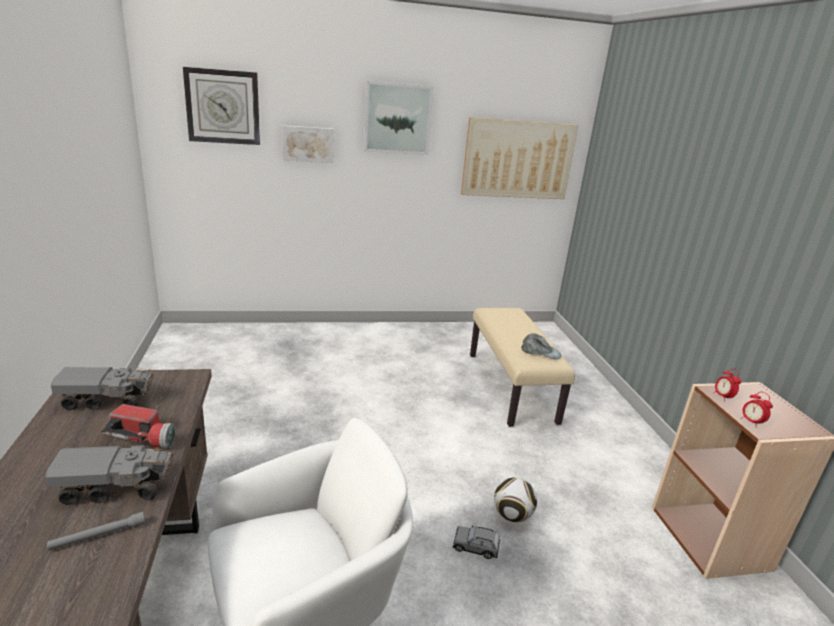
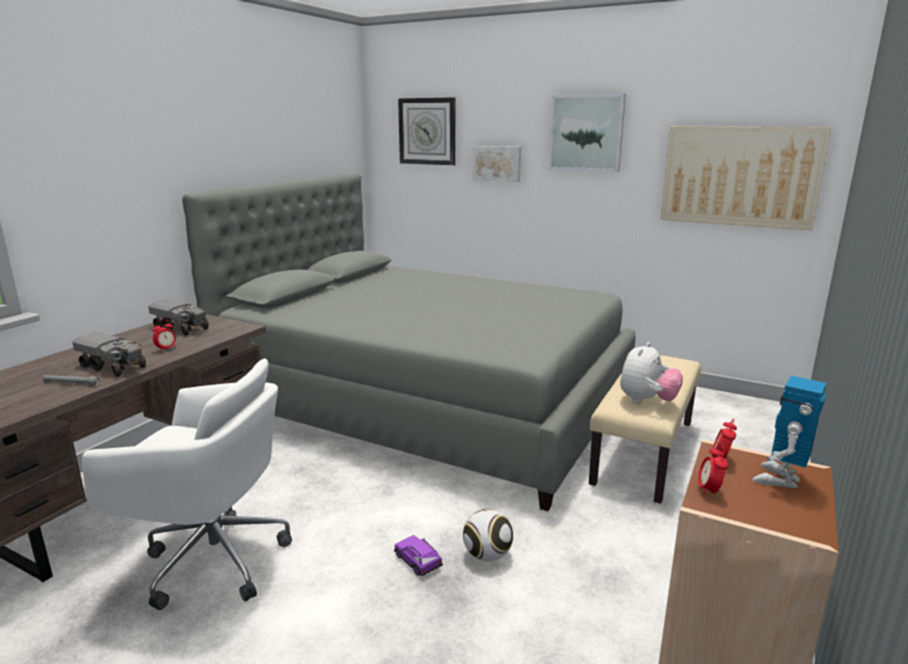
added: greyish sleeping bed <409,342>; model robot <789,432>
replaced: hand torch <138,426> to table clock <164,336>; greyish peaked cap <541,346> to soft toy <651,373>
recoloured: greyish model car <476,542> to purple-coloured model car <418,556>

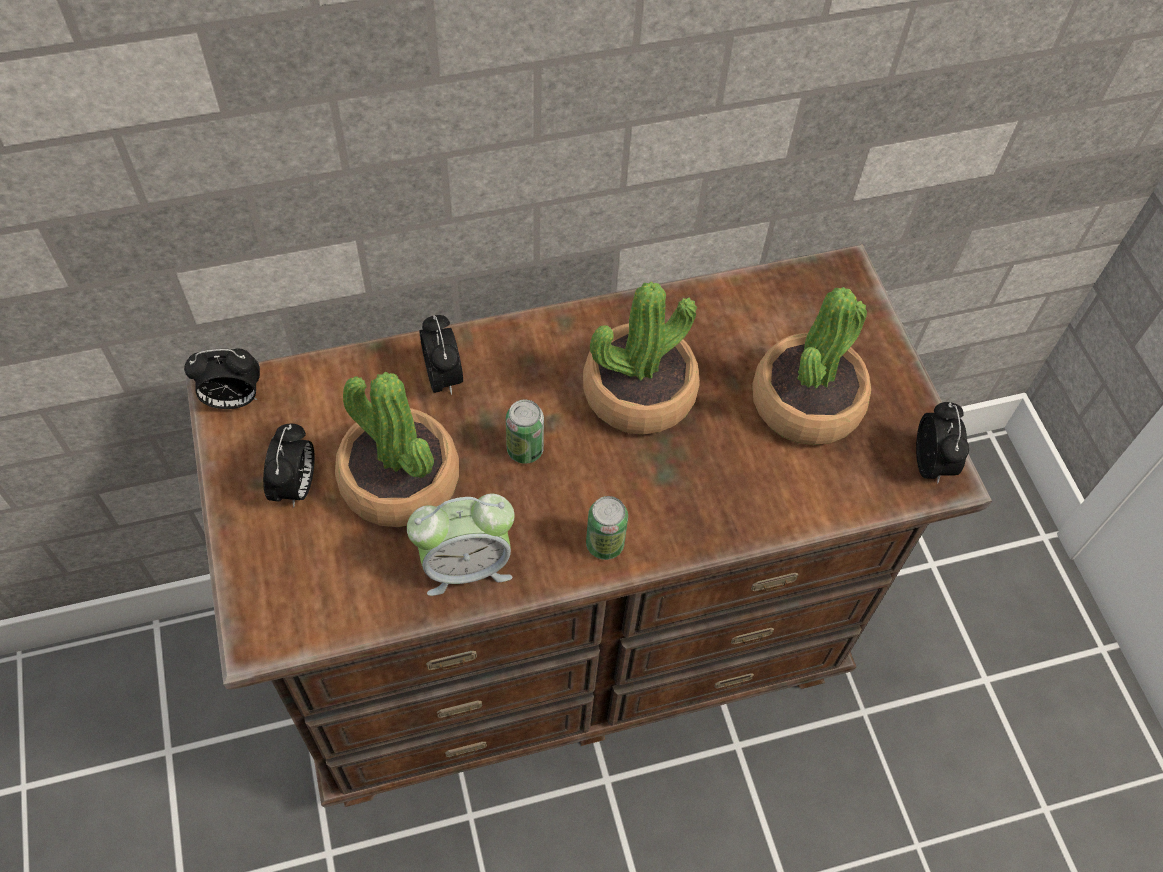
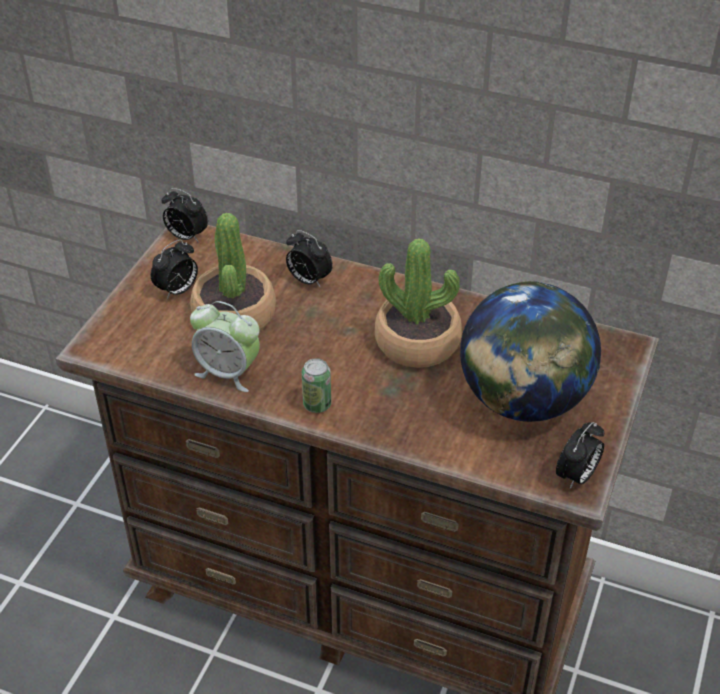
removed: metal can <525,431>
replaced: potted plant <811,366> to world globe <530,351>
turned: table clock <441,355> = <309,259> 105 degrees clockwise

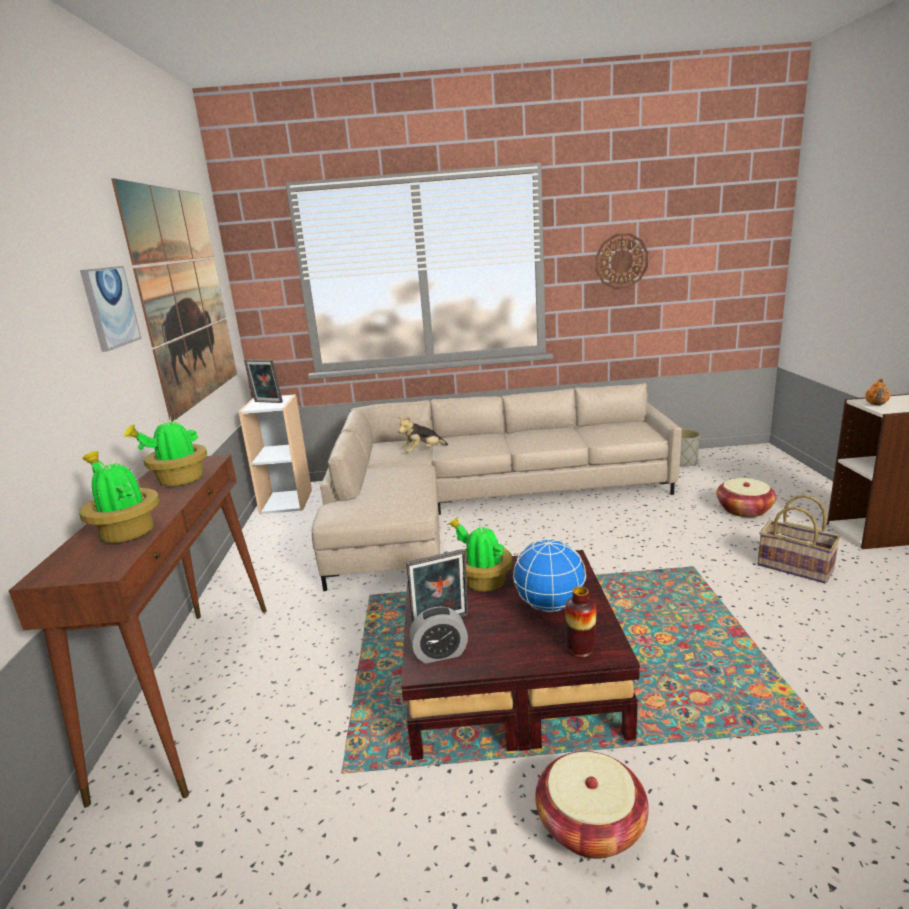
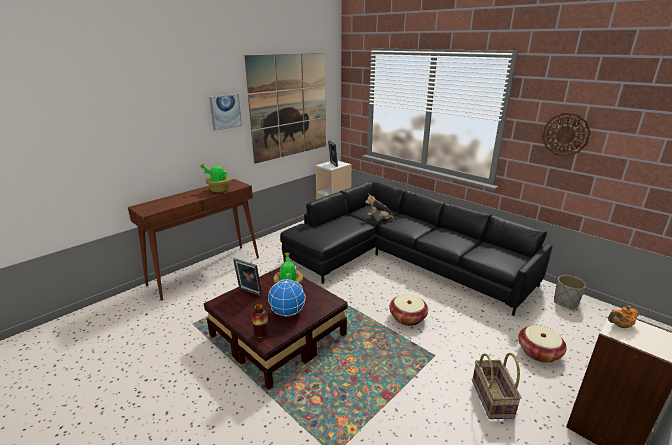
removed: potted plant <119,497>; table clock <439,634>
moved: household basket <592,805> to <408,310>
recoloured: beige-coloured sofa <497,487> to blackish sofa <416,248>

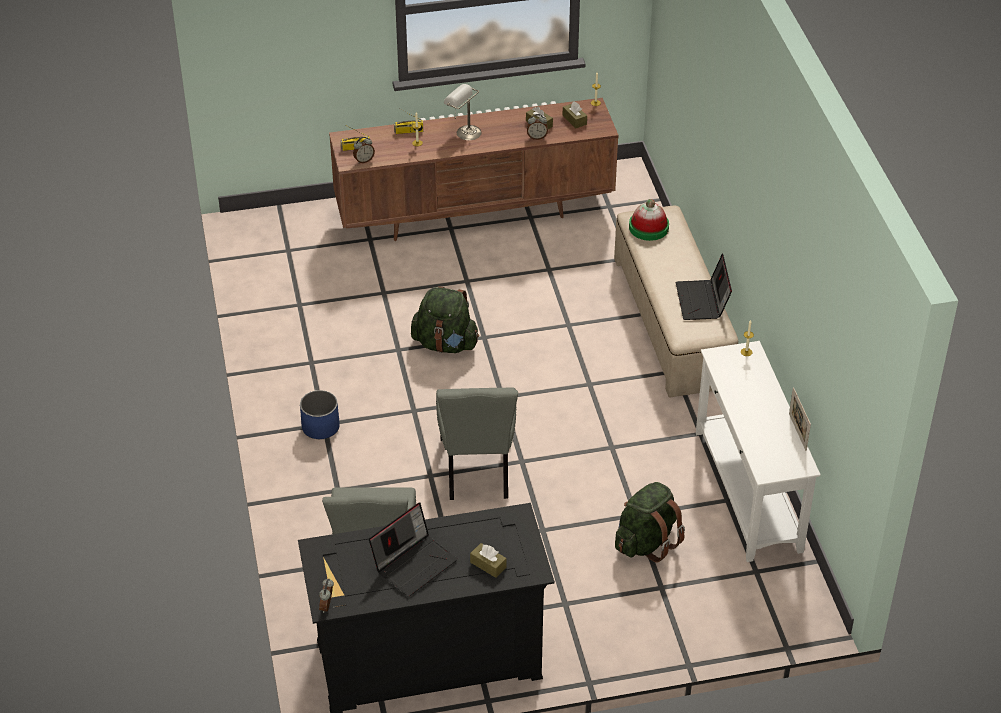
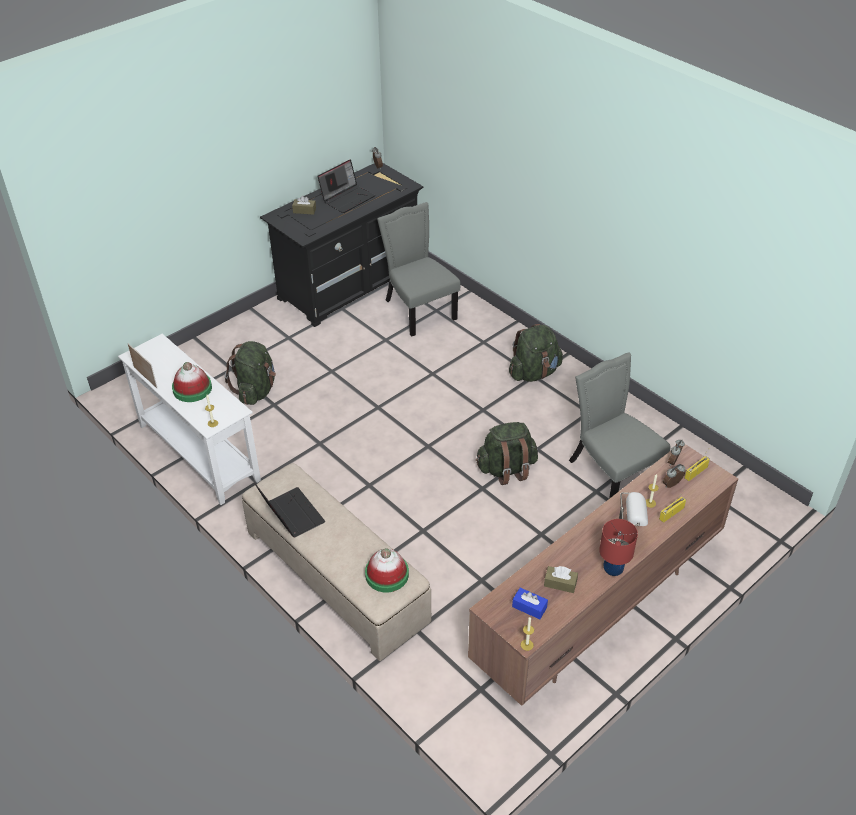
added: hat <192,382>; red-coloured lamp for a table <618,547>
moved: greyish plain chair <477,443> to <620,425>; table clock <537,127> to <674,476>
replaced: blue plant pot <320,414> to green knapsack <536,353>
recoloured: brown-coloured box of tissues <575,114> to blue box of tissues <530,603>
turned: notebook computer <413,549> = <346,186> 150 degrees counterclockwise

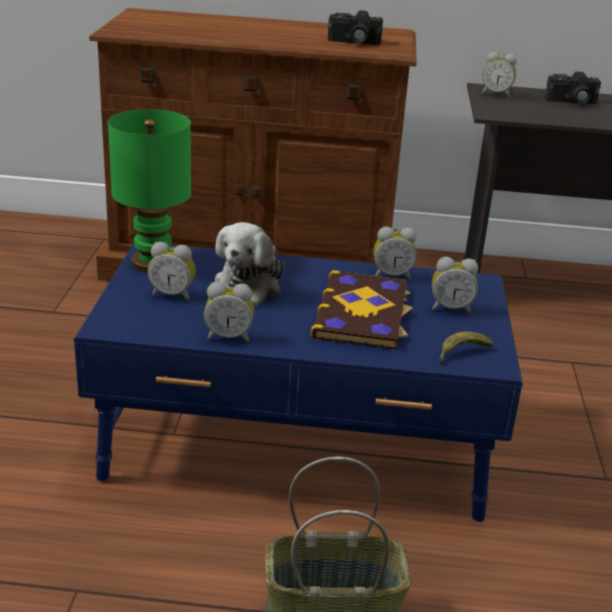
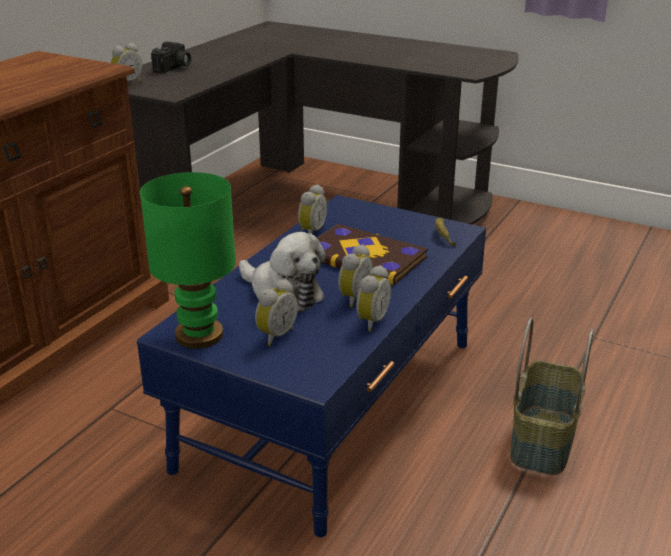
removed: photo camera <355,27>
moved: table clock <455,285> to <355,275>

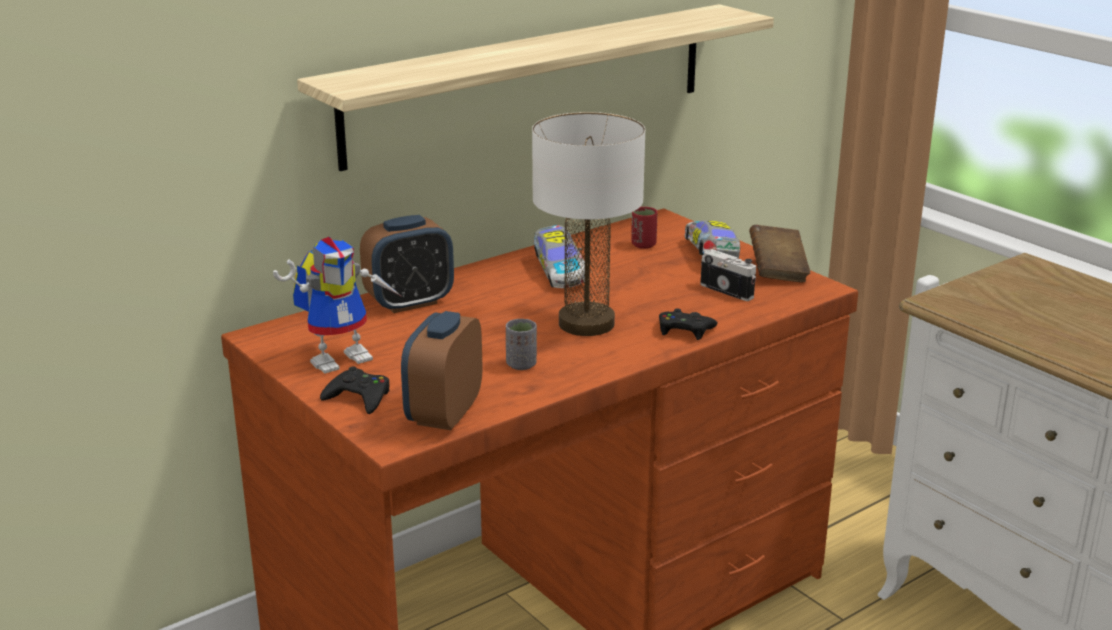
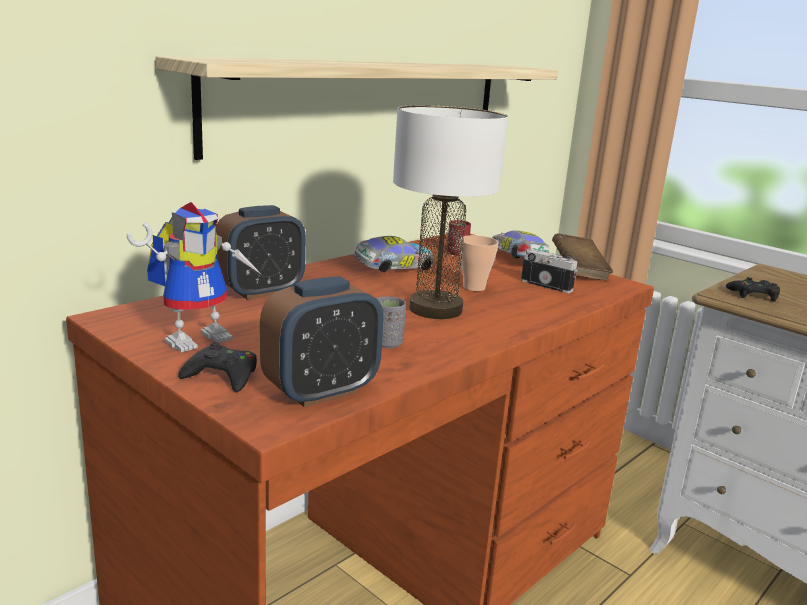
added: cup <479,263>
moved: blackish gamepad <688,324> to <753,289>
turned: table clock <441,370> = <321,341> 135 degrees counterclockwise; model car <559,256> = <394,254> 105 degrees counterclockwise

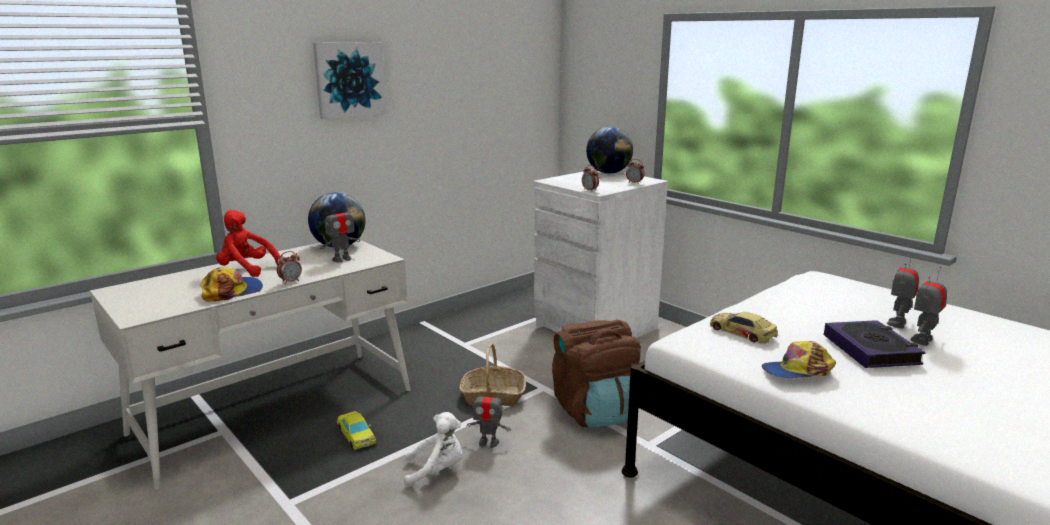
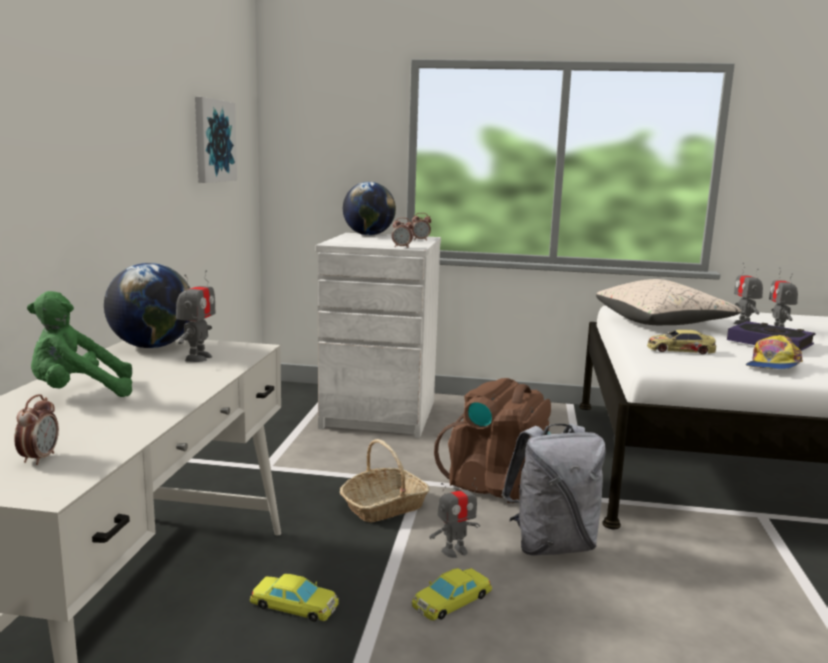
removed: peaked cap <231,284>
added: greyish knapsack <553,489>; beige-coloured throw pillow <668,302>
moved: table clock <289,267> to <36,429>; wall picture <350,80> to <216,140>
replaced: whitish soft toy <433,449> to yellow model car <452,594>
recoloured: red-coloured soft toy <248,243> to green soft toy <79,344>

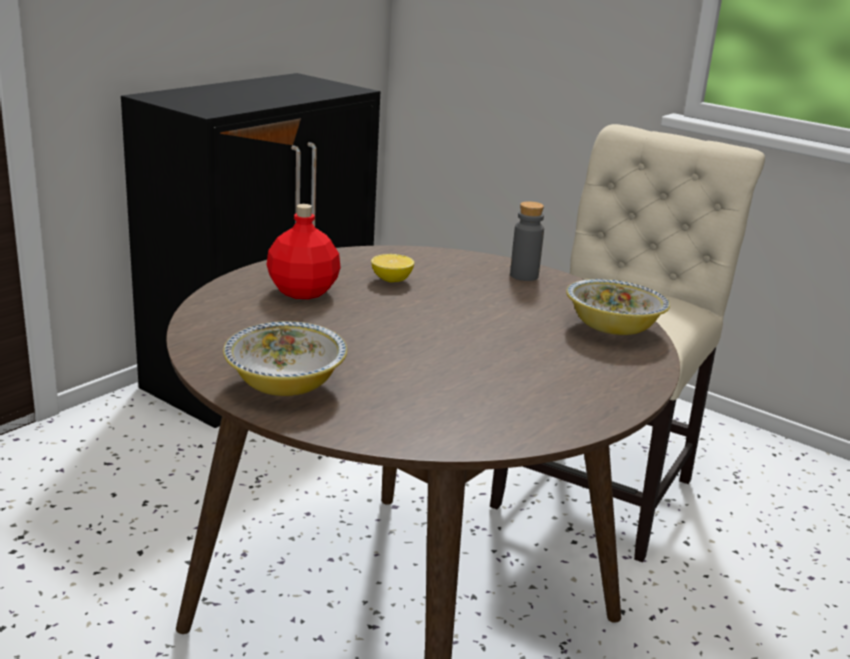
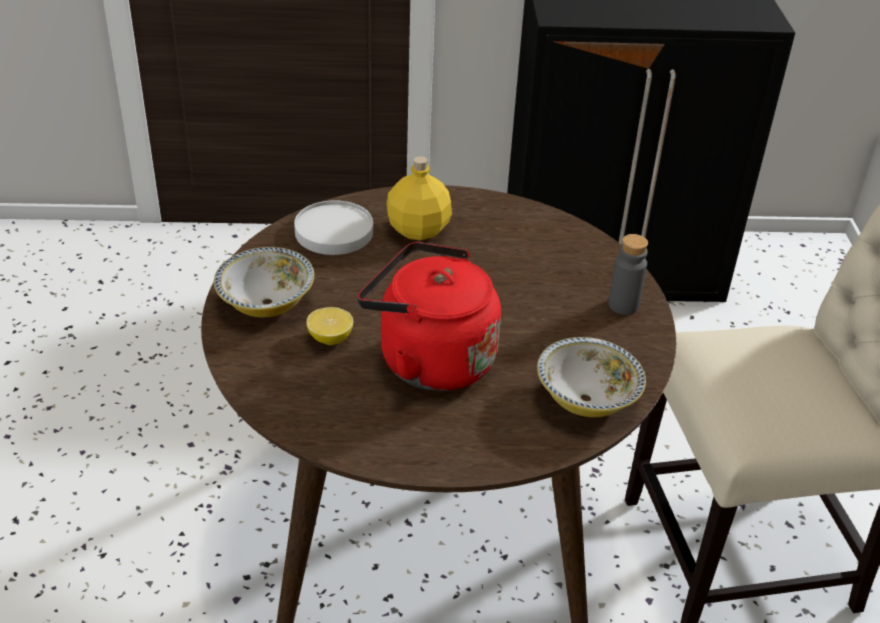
added: whitish dinner plate <333,227>; red-coloured kettle <429,316>
moved: citrus fruit <392,268> to <329,326>
recoloured: red-coloured bottle <304,251> to yellow bottle <419,198>

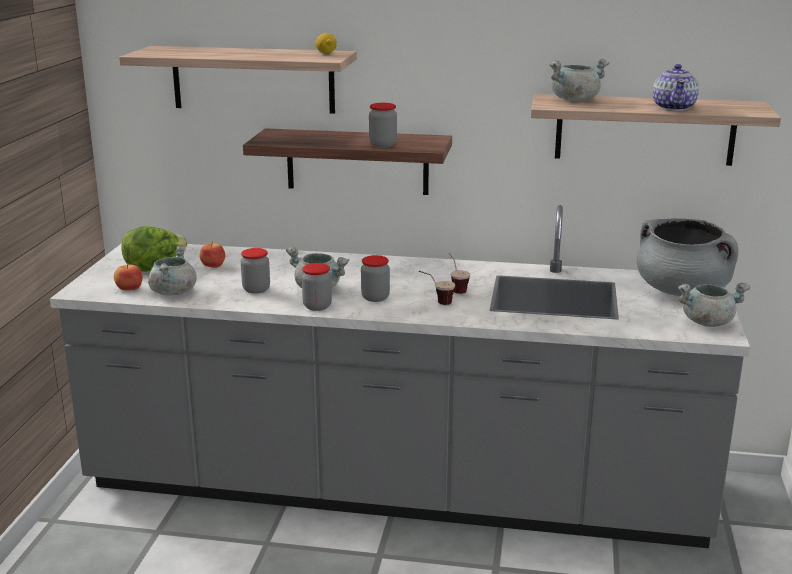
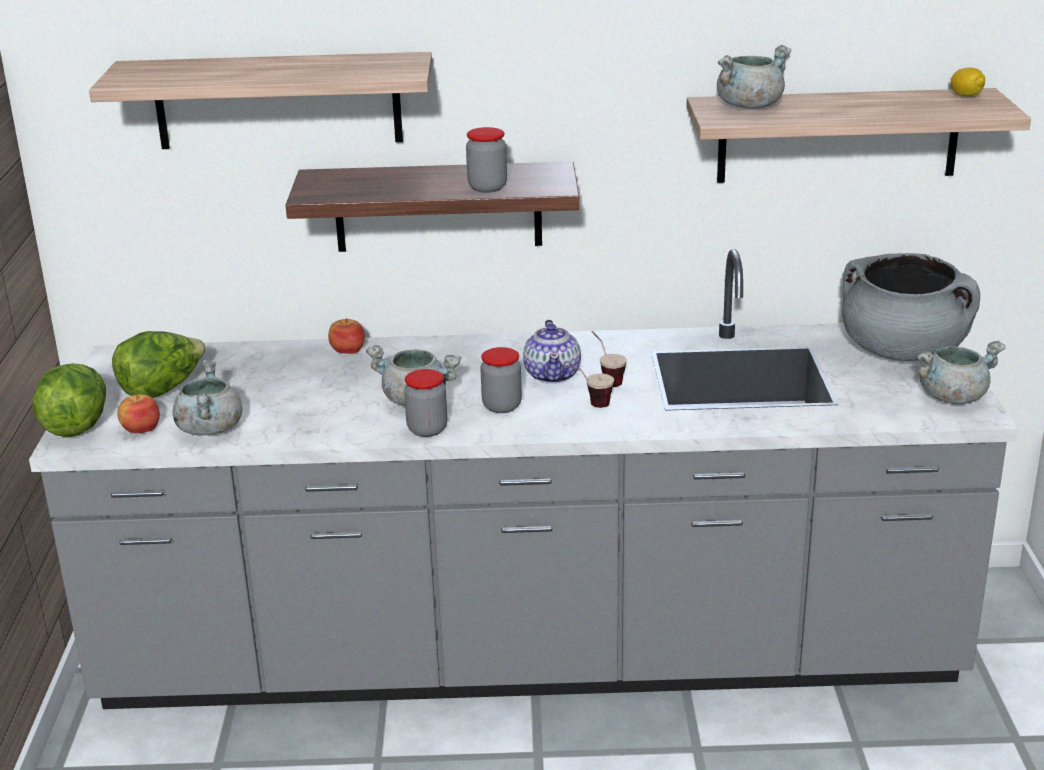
removed: jar <255,271>
added: lettuce head <69,400>
moved: apple <212,255> to <346,336>; pot for tea <676,87> to <552,352>; citrus fruit <326,43> to <968,82>

